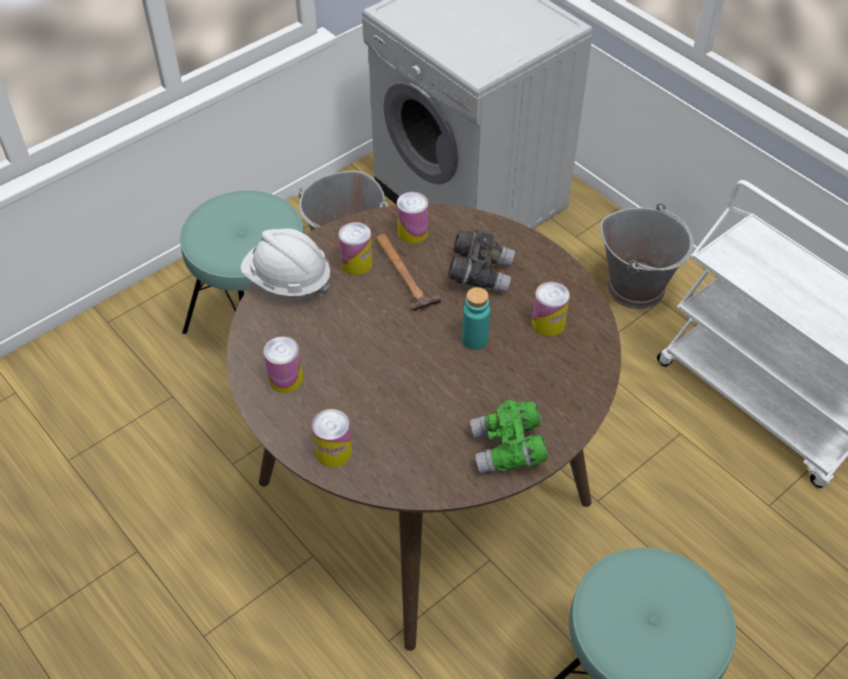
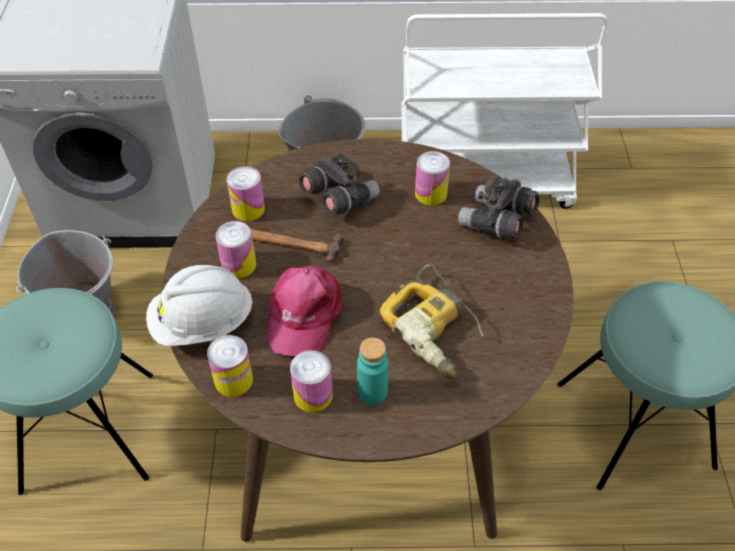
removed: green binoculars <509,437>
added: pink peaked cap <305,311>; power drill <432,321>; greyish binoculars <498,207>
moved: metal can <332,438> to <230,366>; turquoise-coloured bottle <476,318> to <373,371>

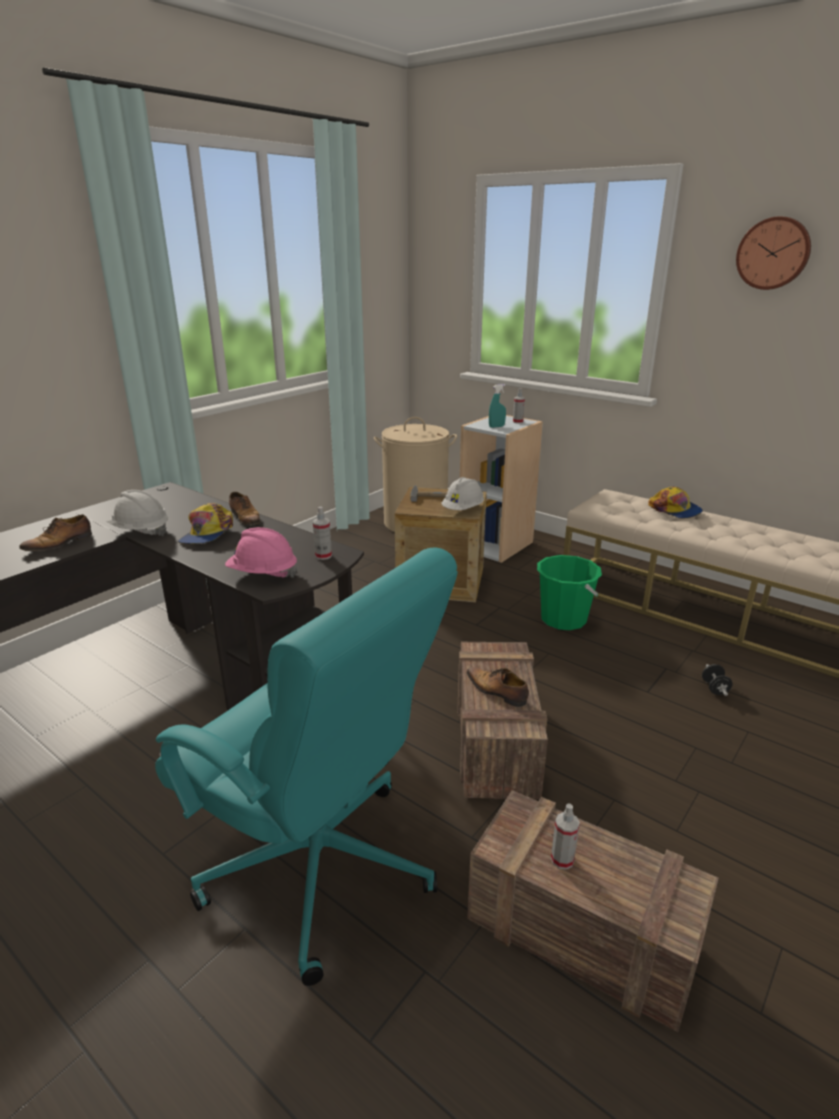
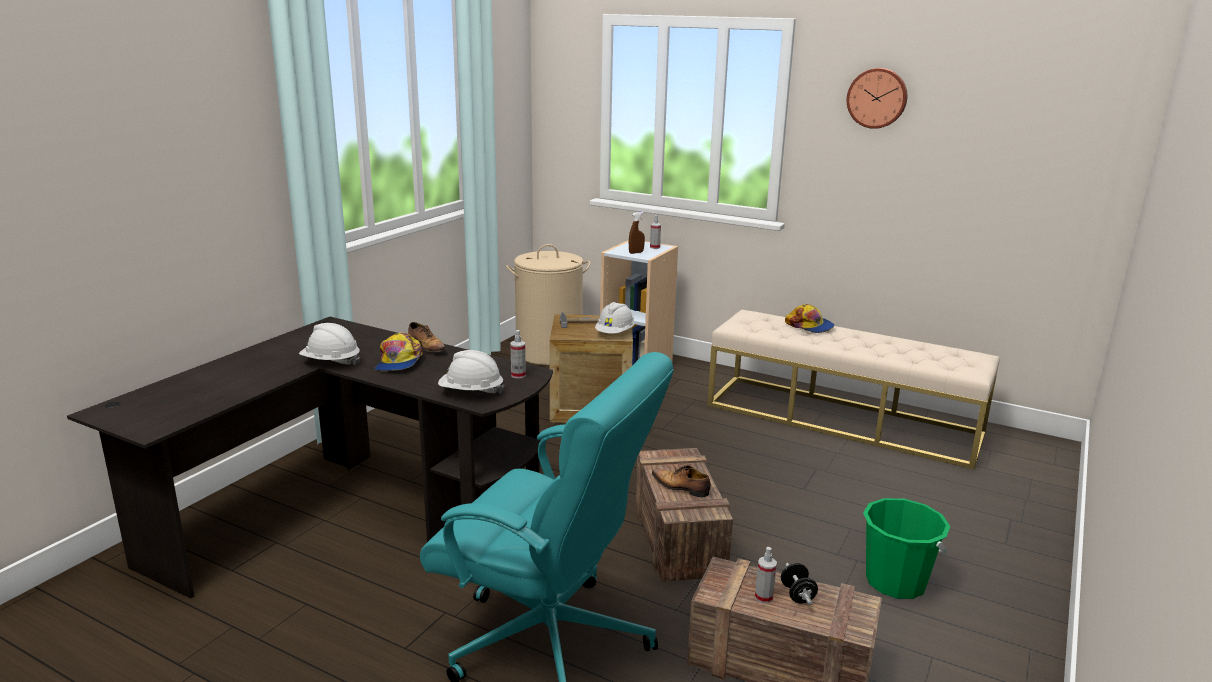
removed: item of footwear <55,532>
moved: blackish free weight <717,680> to <799,584>; green water bucket <569,592> to <906,548>
recoloured: pink hard hat <261,552> to whitish hard hat <471,372>; turquoise-coloured hand sprayer <497,406> to brown-coloured hand sprayer <637,233>

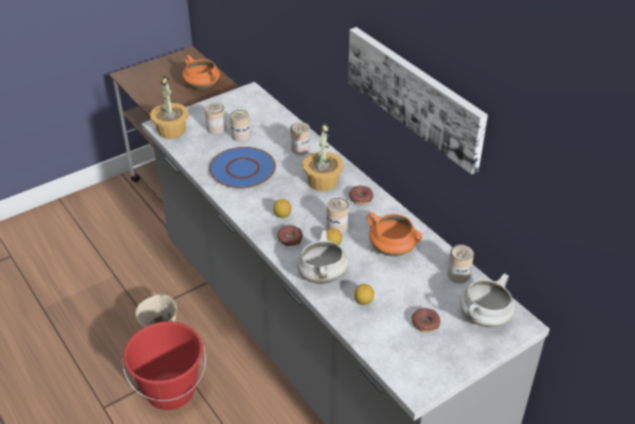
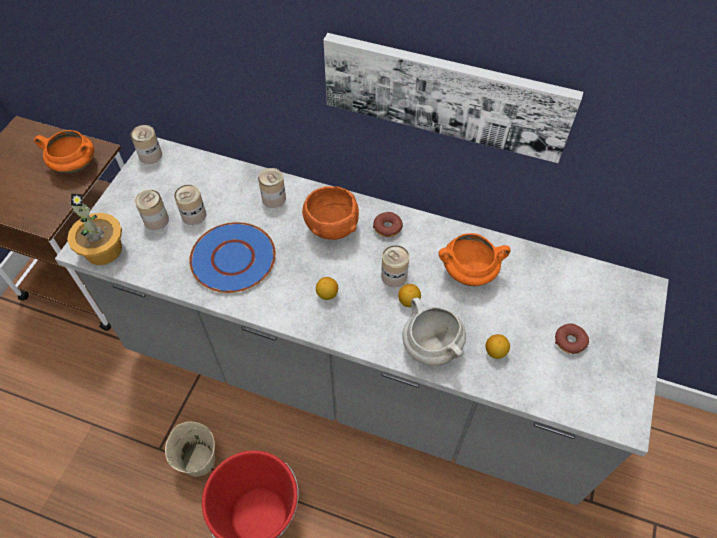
removed: donut <290,236>; whitish stockpot <487,300>
moved: metal can <460,264> to <146,144>
replaced: potted plant <323,157> to orange serving bowl <330,213>

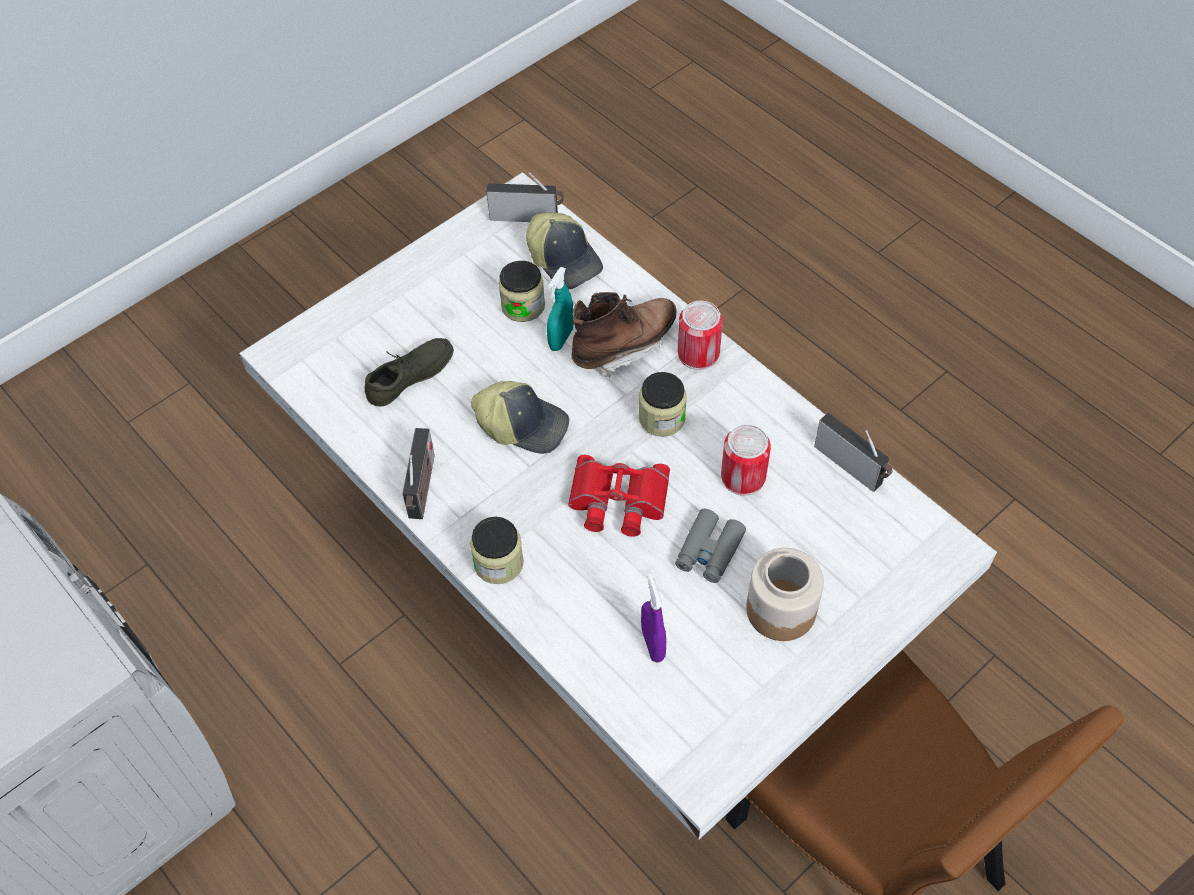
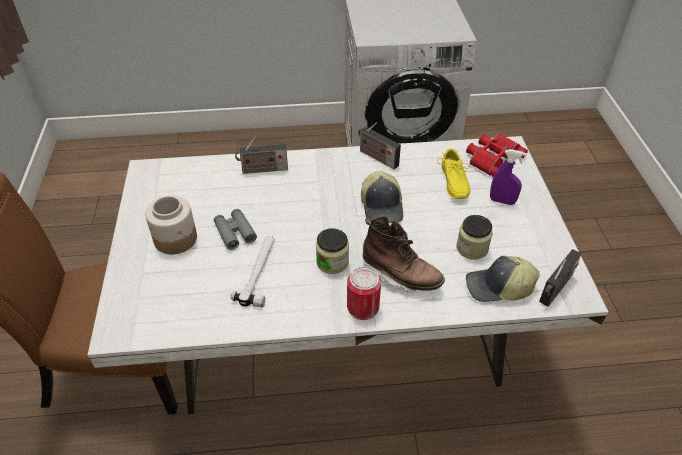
removed: jar <497,550>; turquoise-coloured hand sprayer <560,309>
moved: radio <853,452> to <261,155>; red-coloured binoculars <619,496> to <497,155>; purple-coloured hand sprayer <653,618> to <508,177>
replaced: metal can <746,460> to hand hammer <252,271>
recoloured: greyish item of footwear <409,372> to yellow item of footwear <453,173>
turned: peaked cap <520,417> = <382,197> 60 degrees counterclockwise; brown-coloured tall boot <624,335> = <404,254> 60 degrees counterclockwise

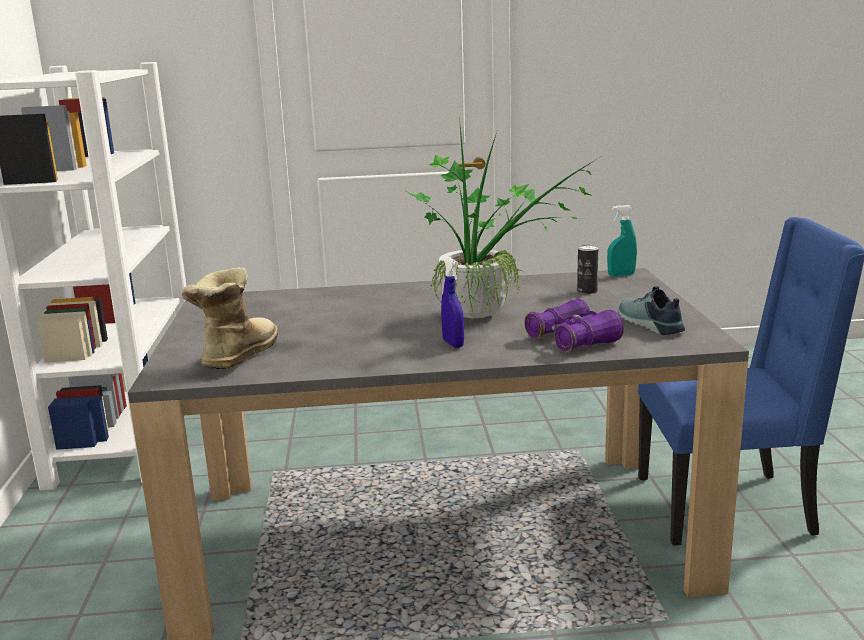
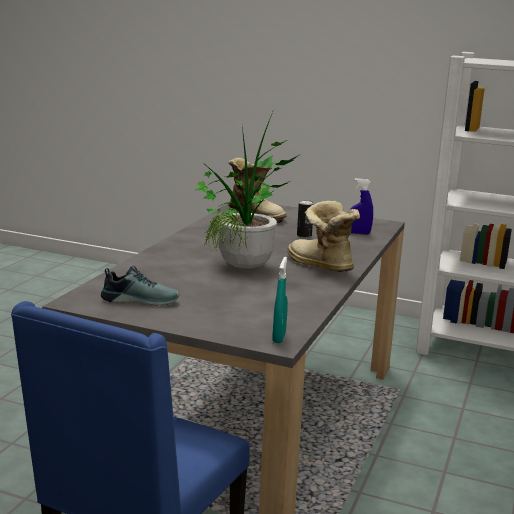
removed: purple-coloured binoculars <574,325>
added: tall boot <323,236>
moved: metal can <587,269> to <305,219>; blue hand sprayer <452,302> to <361,206>

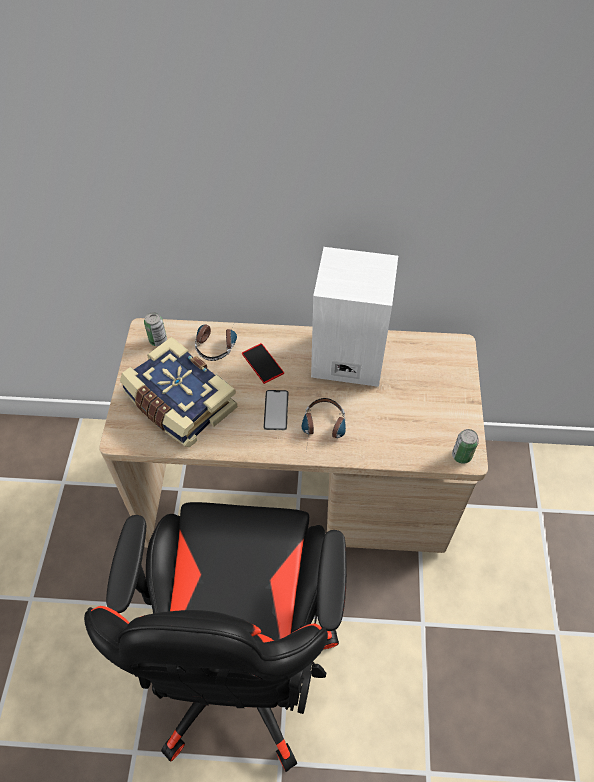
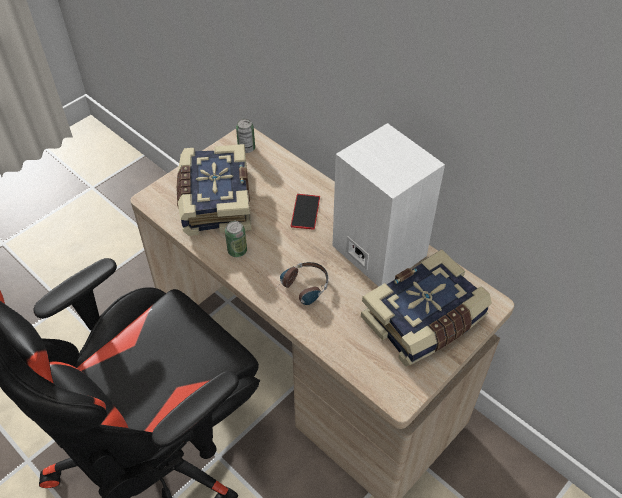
removed: pair of headphones <216,342>; handset <275,410>
added: book <426,307>
moved: metal can <465,446> to <236,239>

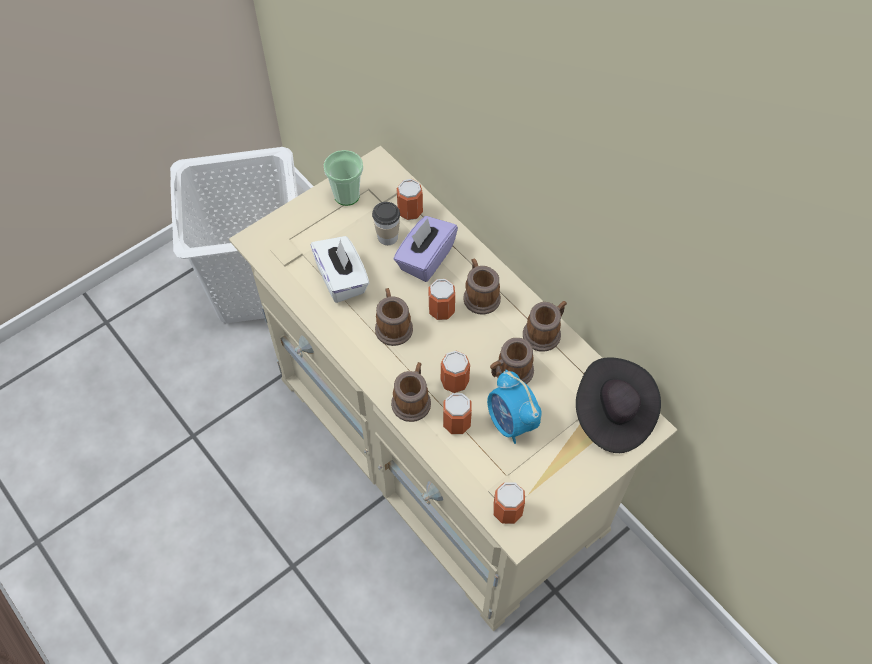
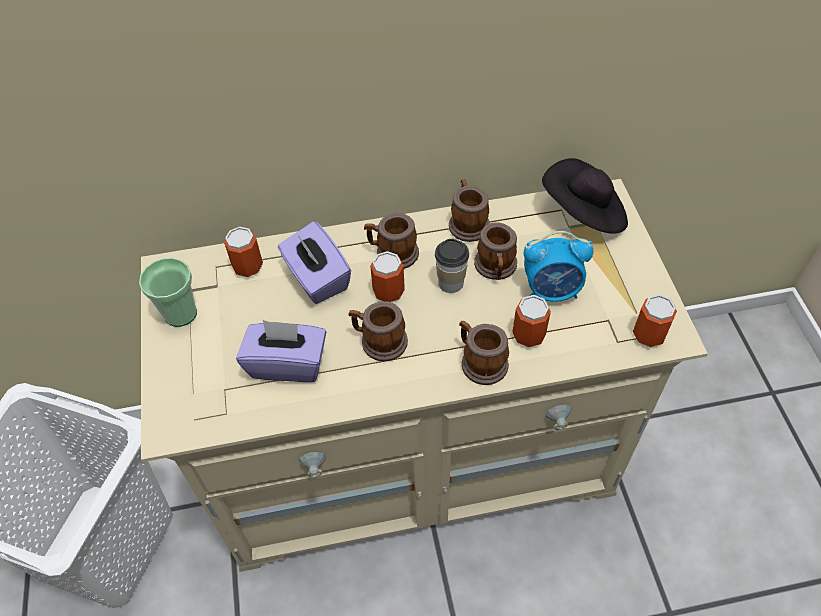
removed: metal can <455,372>
moved: cup <386,223> to <452,266>
recoloured: whitish box of tissues <339,269> to purple-coloured box of tissues <281,351>

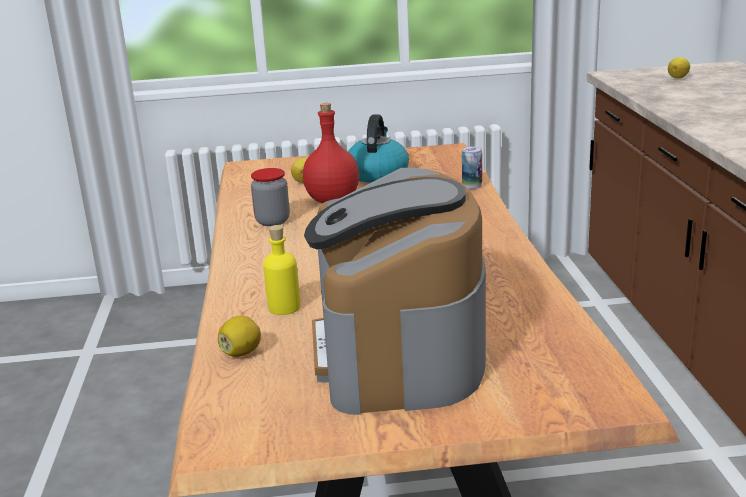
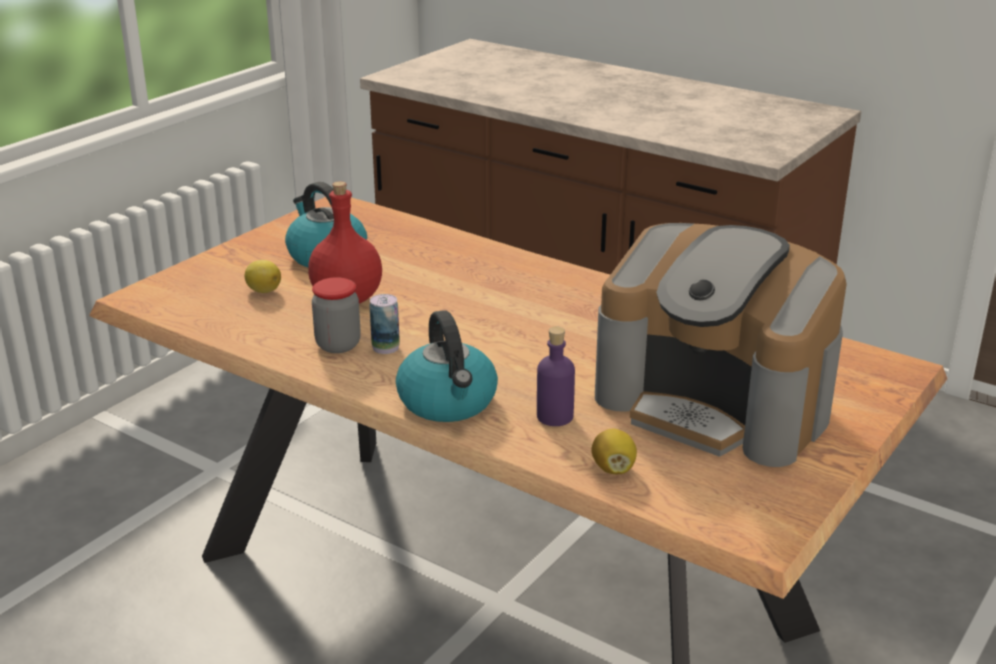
removed: citrus fruit <679,68>
added: kettle <447,366>
moved: metal can <472,167> to <384,324>
recoloured: yellow bottle <282,270> to purple-coloured bottle <556,376>

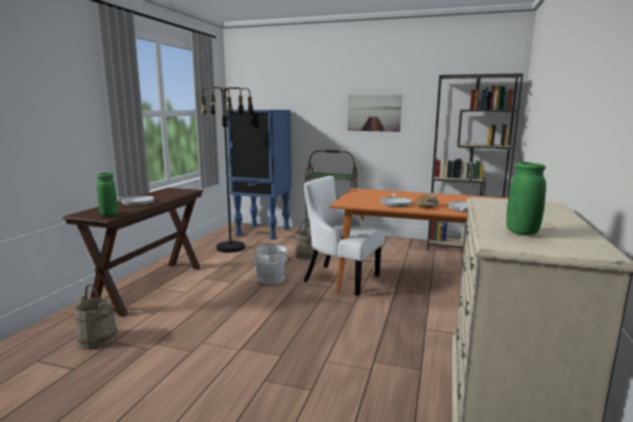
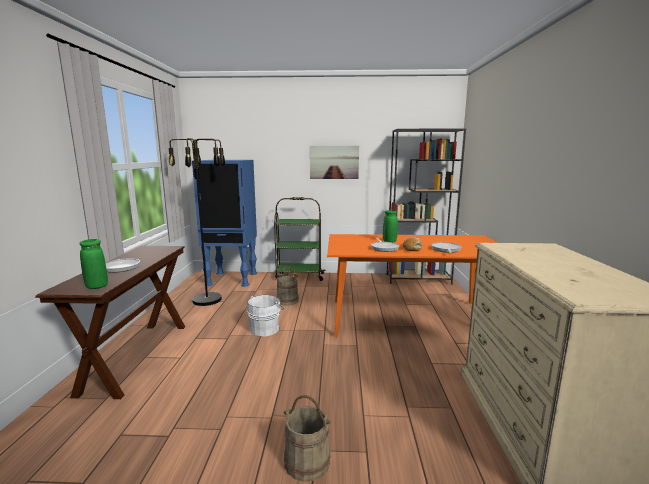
removed: whitish plain chair <344,236>
moved: beige-coloured water bucket <96,317> to <307,438>; green vase <526,198> to <390,226>

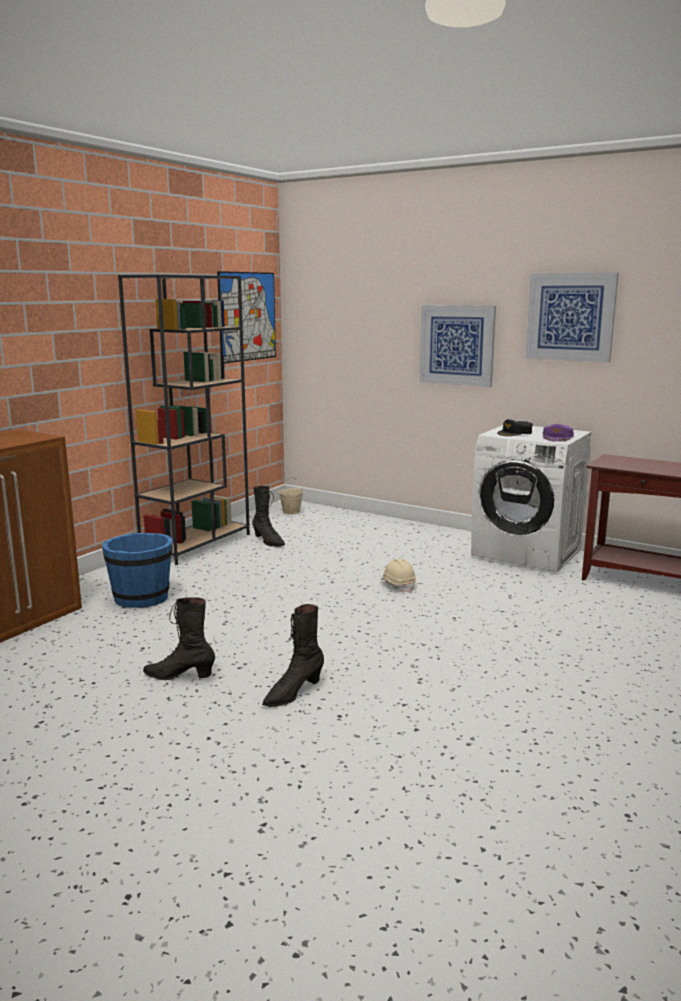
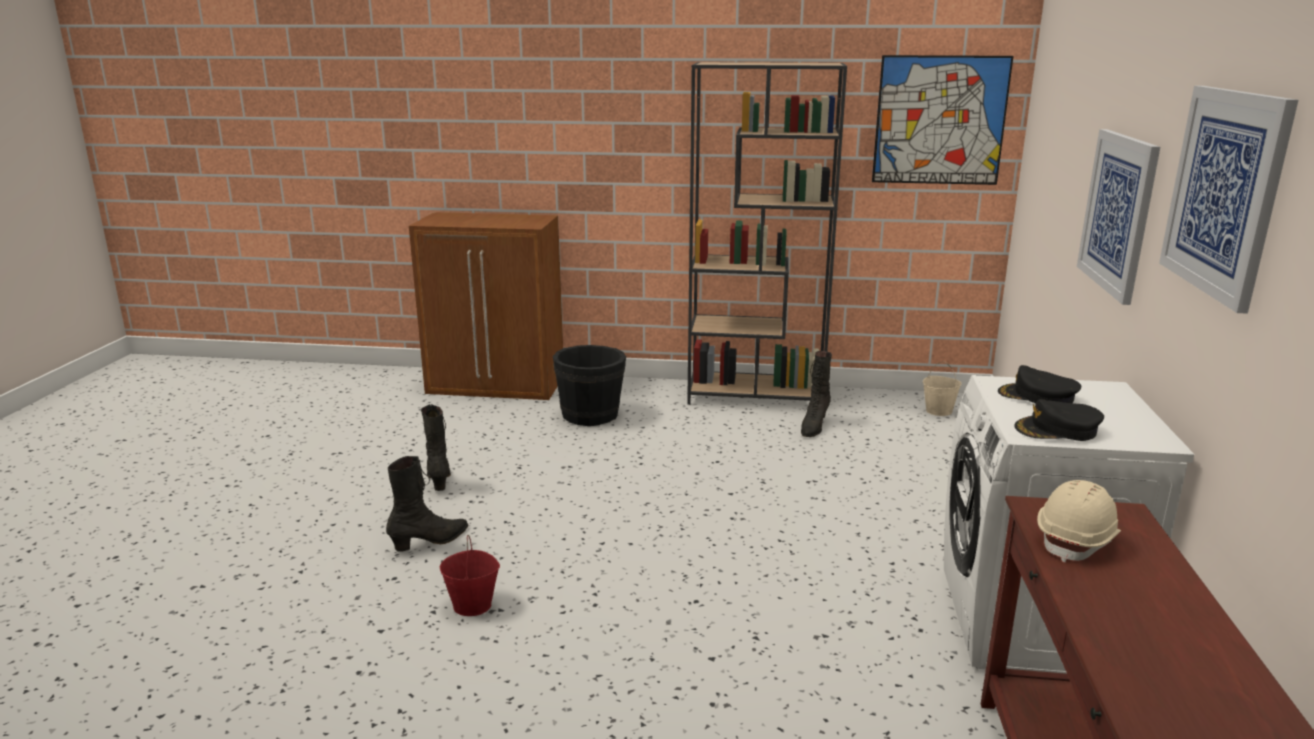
added: red-coloured water bucket <470,575>
moved: beige-coloured hard hat <399,576> to <1079,521>
recoloured: blue water bucket <137,570> to blackish water bucket <589,385>; purple-coloured peaked cap <558,433> to blackish peaked cap <1059,420>
turned: blackish tall boot <293,655> = <427,504> 120 degrees clockwise

